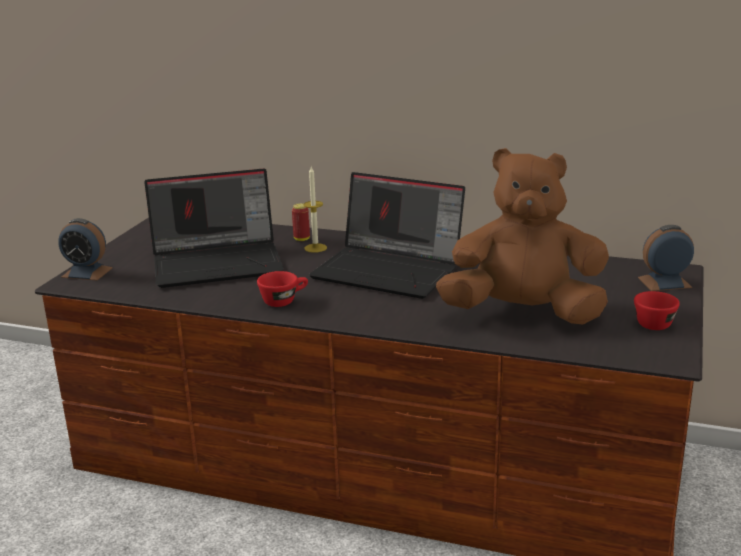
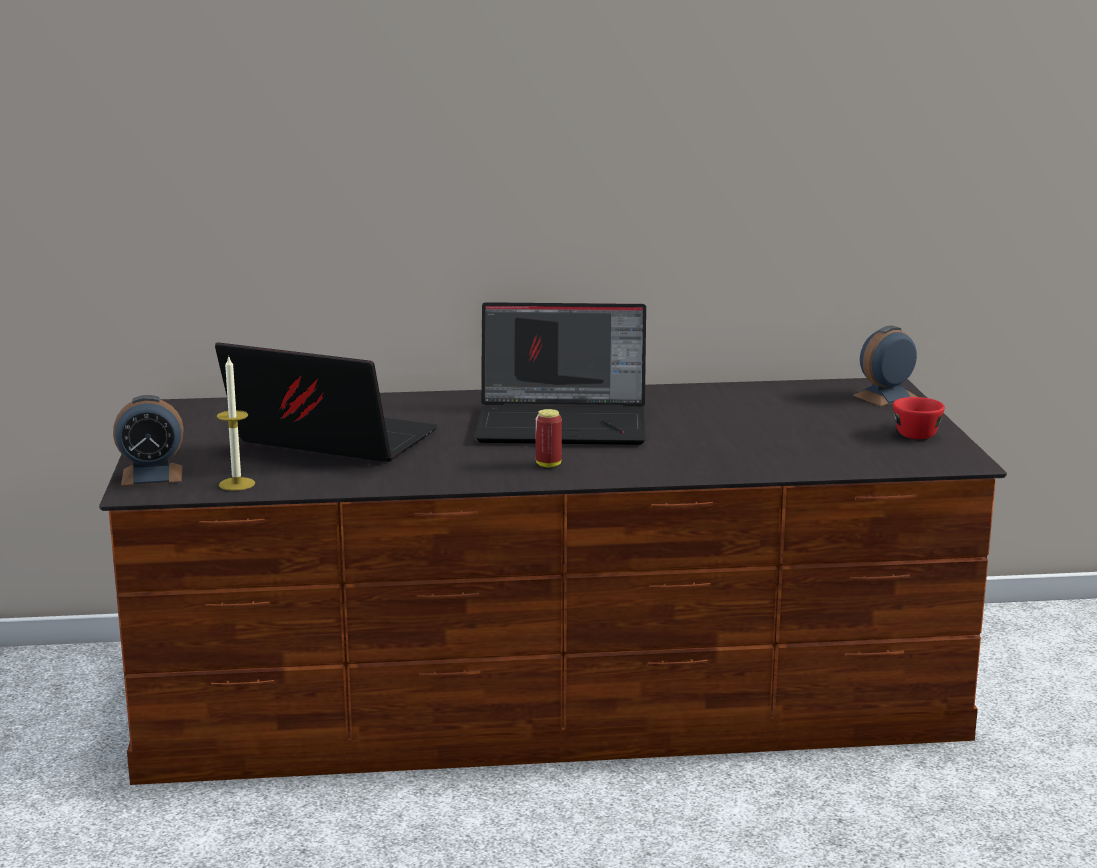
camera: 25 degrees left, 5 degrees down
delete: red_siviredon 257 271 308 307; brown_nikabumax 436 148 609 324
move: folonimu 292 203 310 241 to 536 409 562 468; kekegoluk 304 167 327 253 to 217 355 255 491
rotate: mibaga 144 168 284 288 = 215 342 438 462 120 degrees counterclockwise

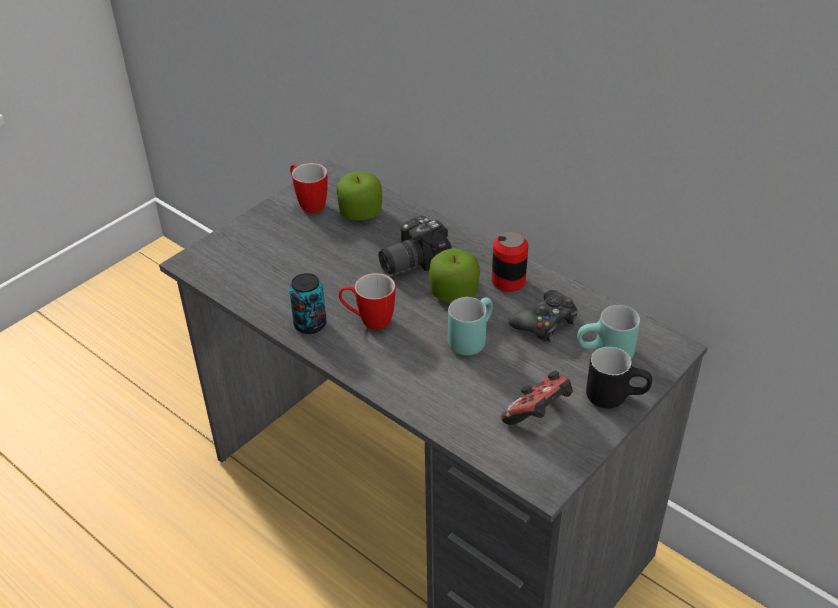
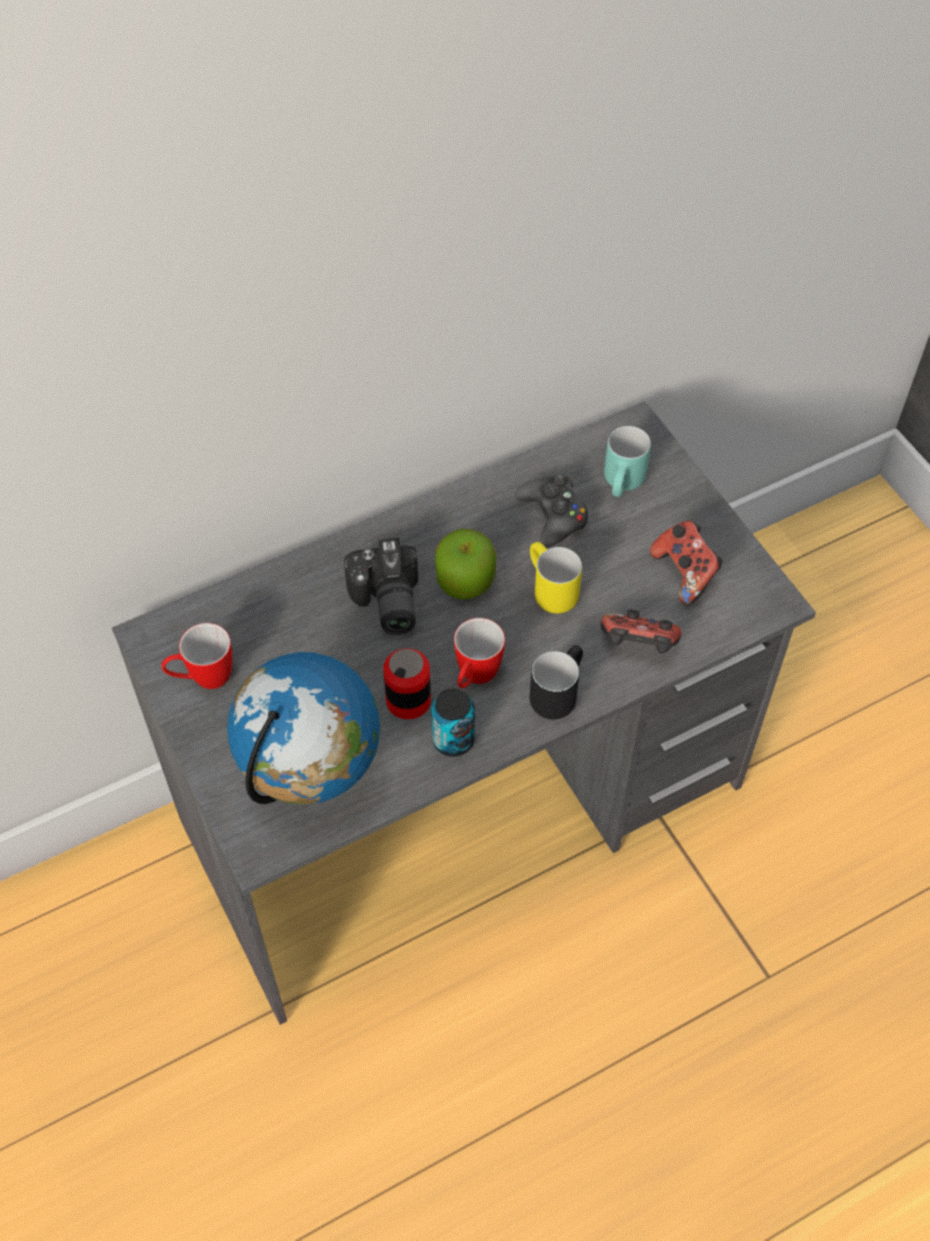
camera: 70 degrees left, 15 degrees up
delete: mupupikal 337 172 382 220
insert: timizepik 227 652 380 804; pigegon 601 609 682 654
move: folonimu 492 231 528 292 to 383 649 431 719; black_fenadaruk 586 347 652 409 to 530 645 583 719
recolor: turquoise_fenadaruk 448 297 493 355 to yellow_fenadaruk 530 542 582 614

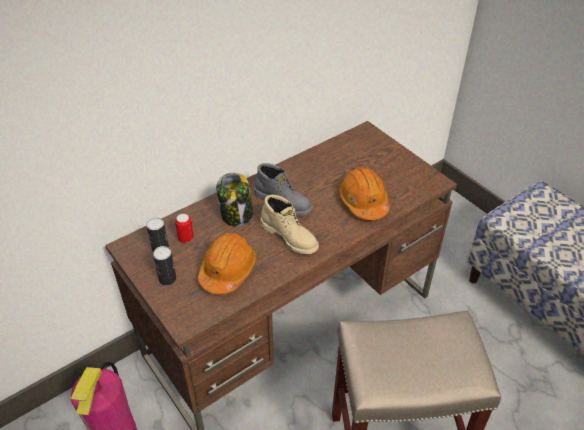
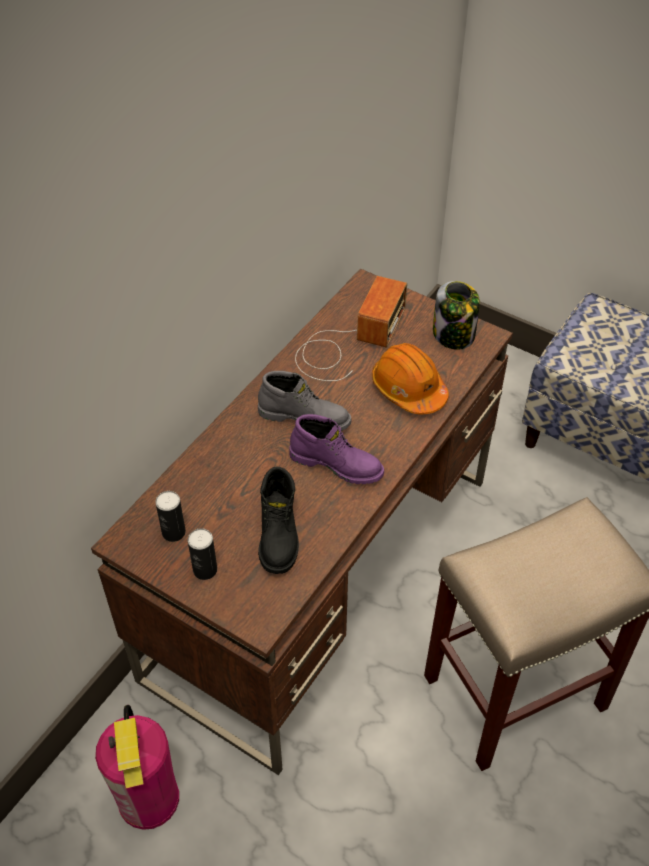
camera: 20 degrees left, 5 degrees up
delete: folonimu 175 214 194 243
insert: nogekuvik 295 276 407 381
move: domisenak 216 173 253 227 to 433 281 480 350
replace: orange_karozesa 198 233 257 294 to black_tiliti 258 467 299 574
recolor: beige_tiliti 261 195 319 254 to purple_tiliti 289 414 384 484

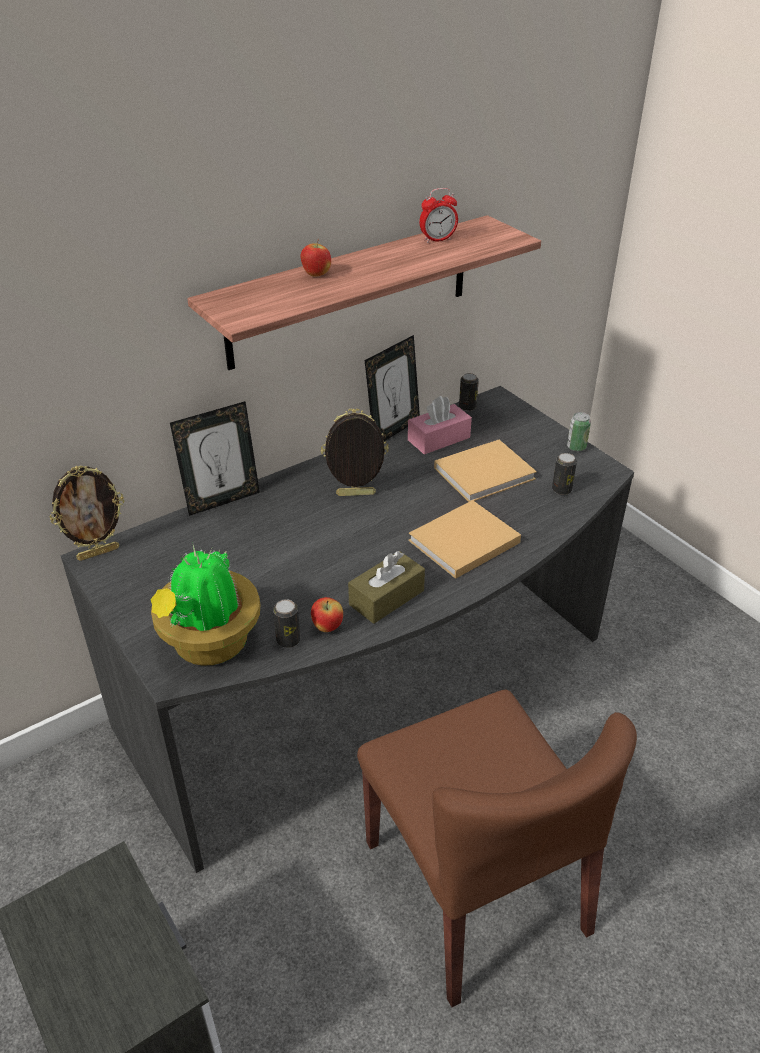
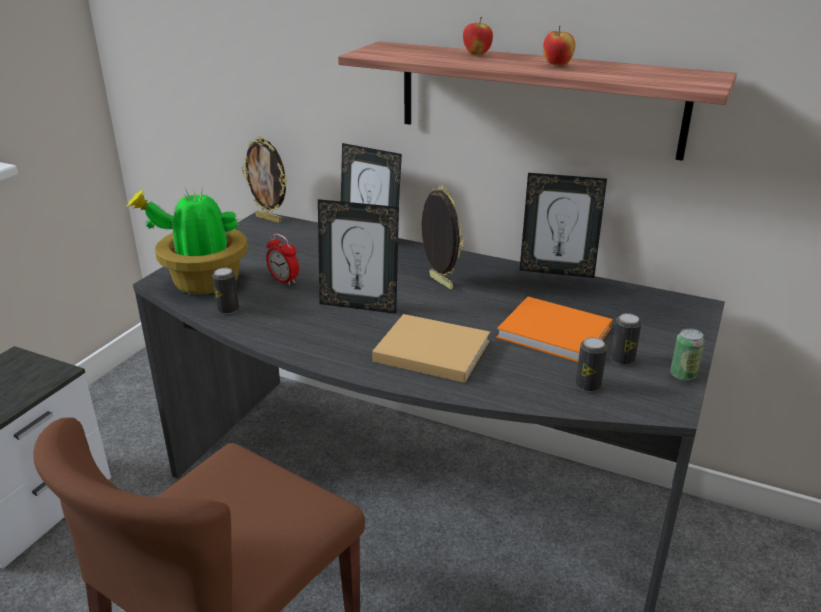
camera: 60 degrees right, 10 degrees down
delete: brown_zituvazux 348 551 425 624; pink_zituvazux 408 396 472 454
insert: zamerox 318 199 399 314
move: mupupikal 311 597 343 632 to 543 26 575 66; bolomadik 419 188 458 243 to 266 234 299 286; folonimu 459 373 479 411 to 611 313 642 365
recolor: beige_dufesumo 434 440 537 502 to orange_dufesumo 496 297 613 362

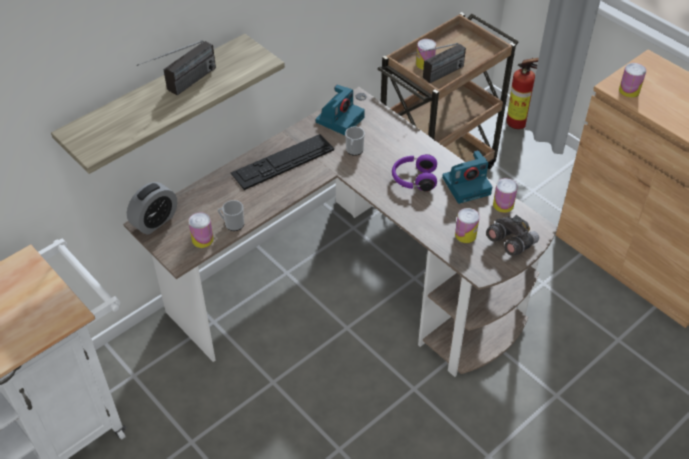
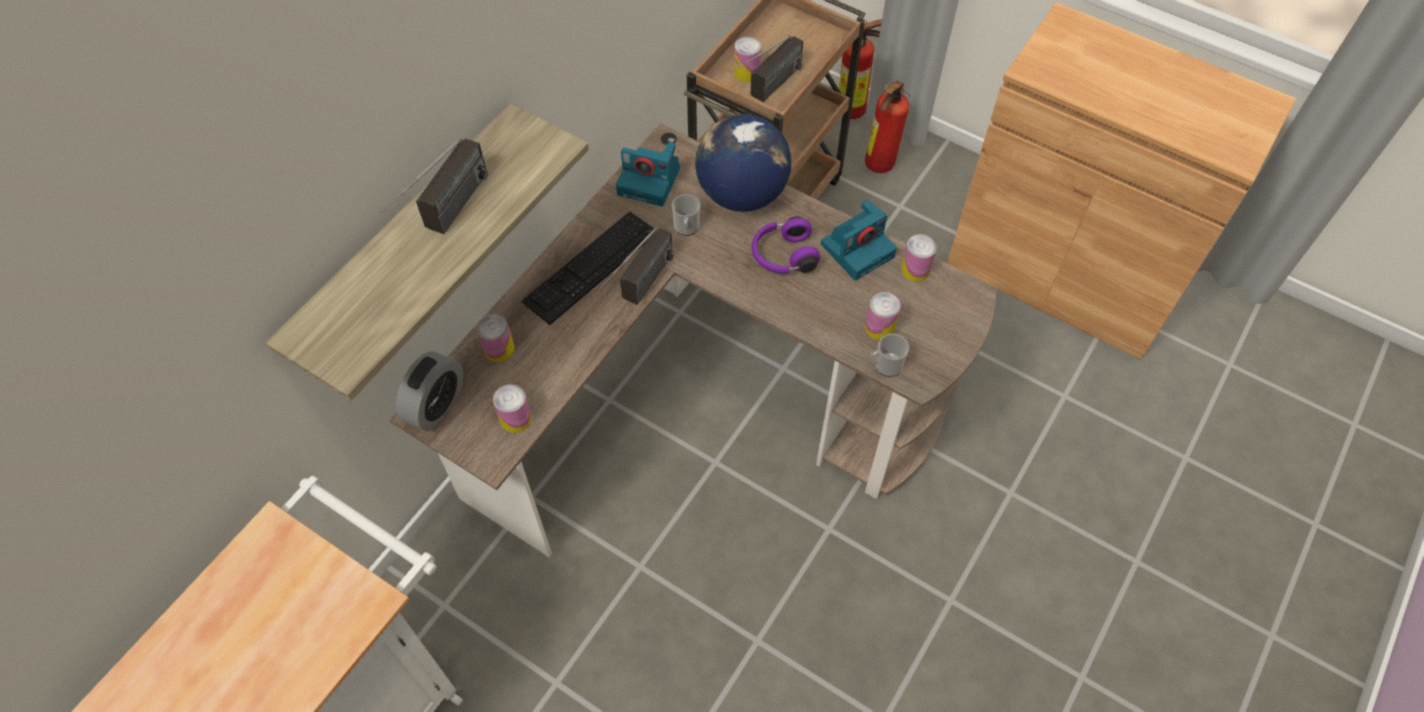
camera: 15 degrees left, 10 degrees up
delete: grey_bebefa 486 215 539 256
insert: nogekuvik 597 227 674 305; timizepik 695 114 791 212; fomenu 865 81 910 173
move: fenadaruk 218 200 244 231 to 871 334 909 377; folonimu 619 63 646 98 to 477 314 515 362
rotate: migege 316 85 365 135 = 616 142 680 206 90 degrees clockwise

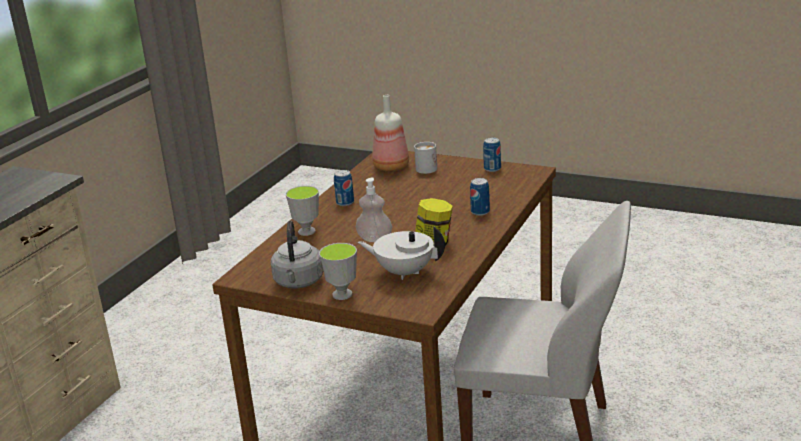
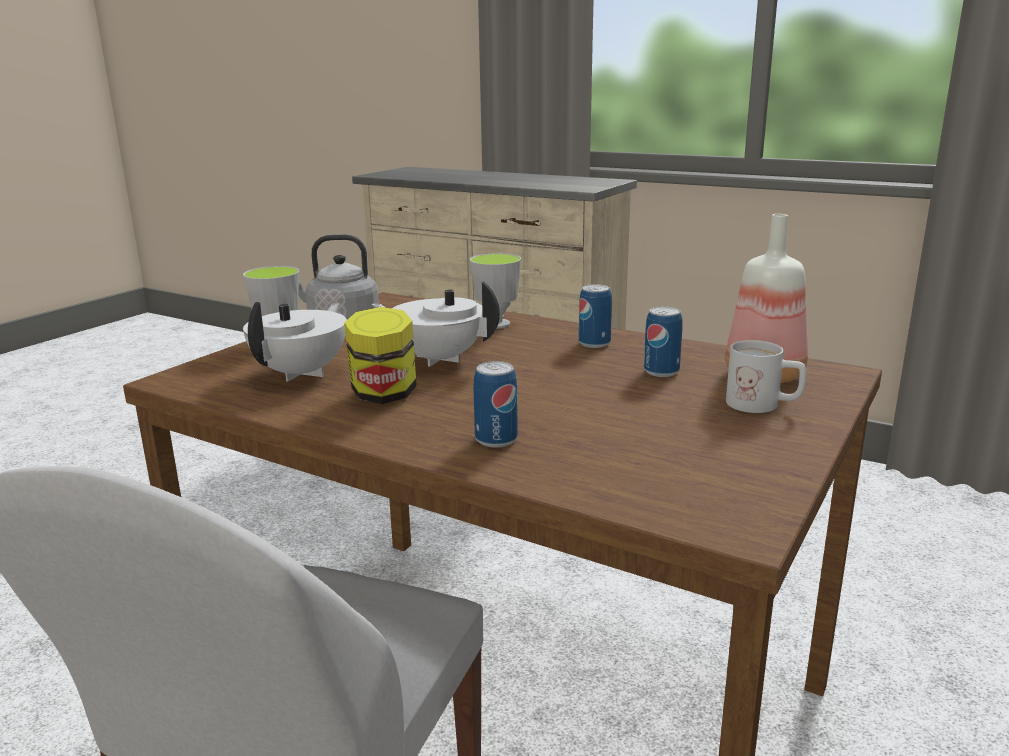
camera: 95 degrees right, 5 degrees down
move: folonimu 483 138 501 172 to 644 306 683 377
replace: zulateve 356 178 392 242 to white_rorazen 372 281 500 367

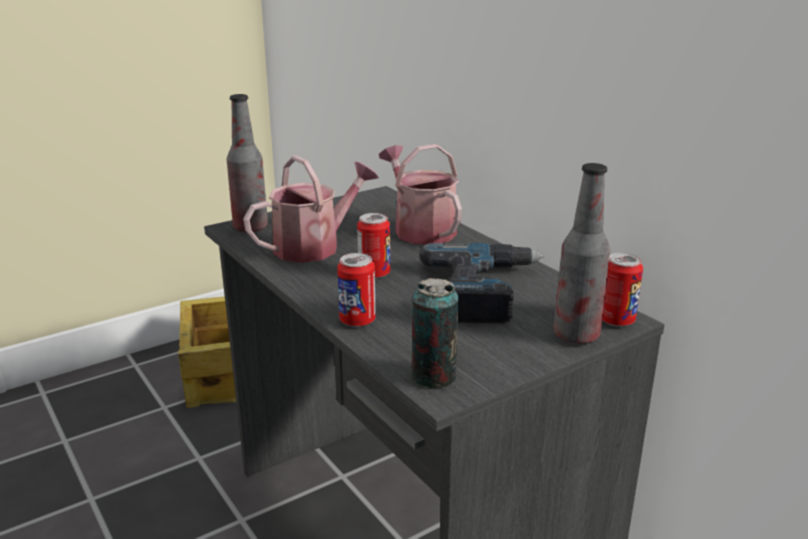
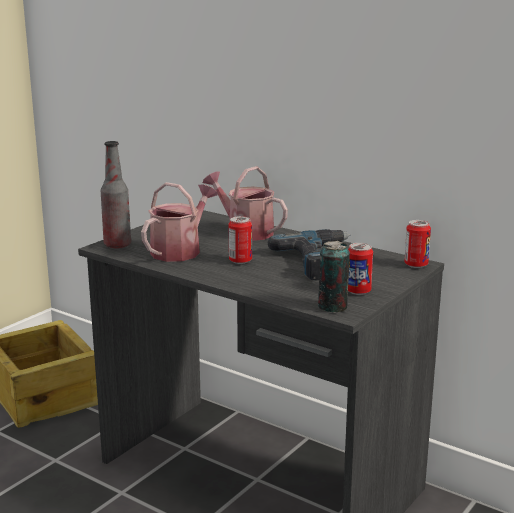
camera: 20 degrees left, 5 degrees down
delete: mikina 554 163 610 344
move: folonimu 337 253 376 327 to 348 243 373 295

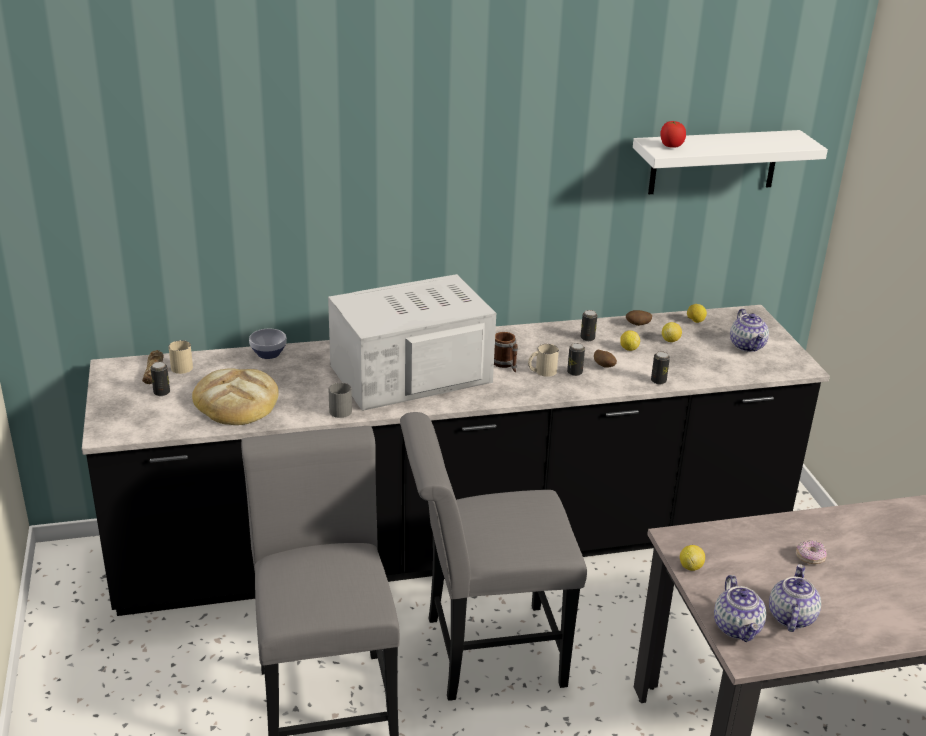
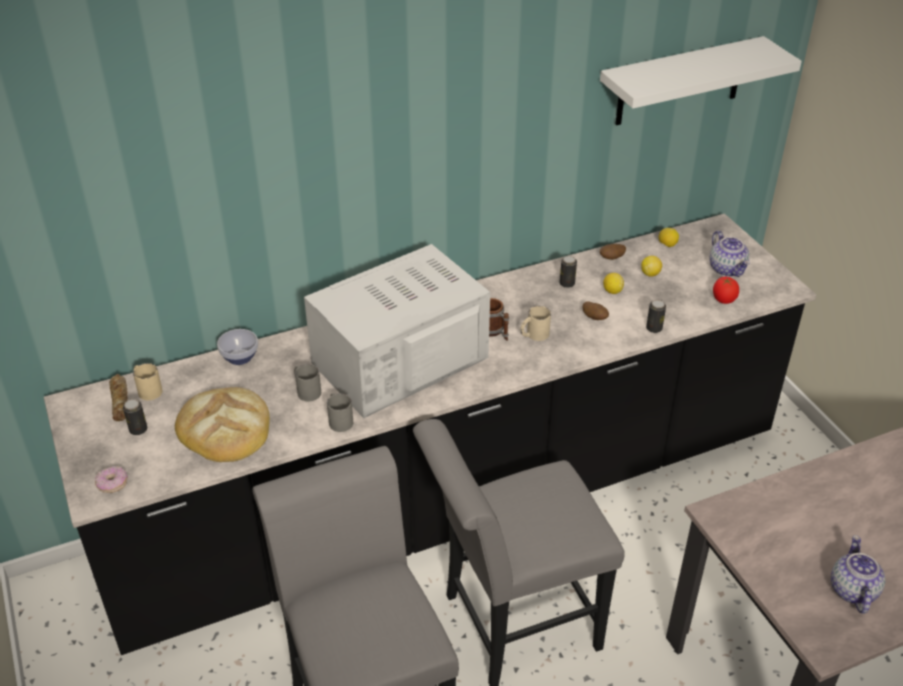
camera: 10 degrees left, 10 degrees up
delete: folonimu 567 343 585 376; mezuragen 680 545 705 571; rorazen 714 575 766 642
insert: grey_fenadaruk 294 364 321 402
move: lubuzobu 660 121 686 148 to 713 277 739 304; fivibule 796 540 827 564 to 95 466 128 493

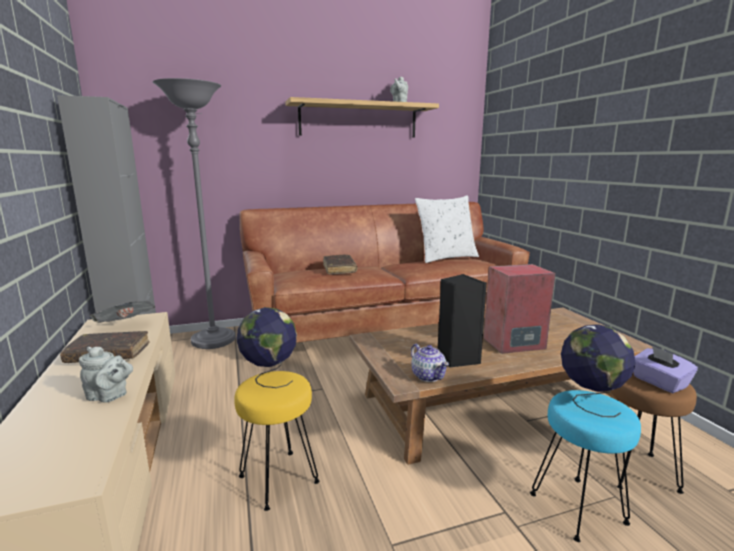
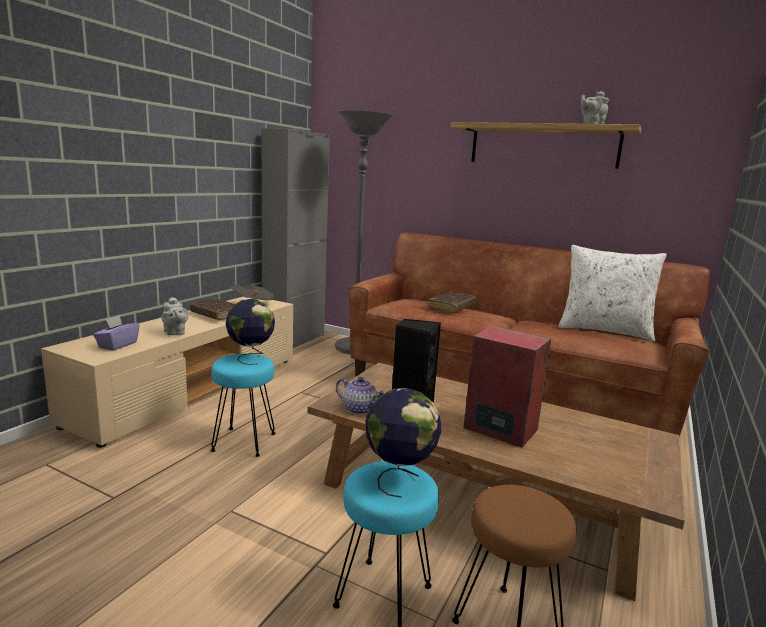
camera: 45 degrees right, 0 degrees up
move: purple_zituvazux 633 345 698 393 to 93 315 140 351
recolor: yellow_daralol 234 371 320 511 to turquoise_daralol 210 354 275 457
rotate: rorazen 411 344 449 382 = 336 377 386 415 75 degrees counterclockwise

